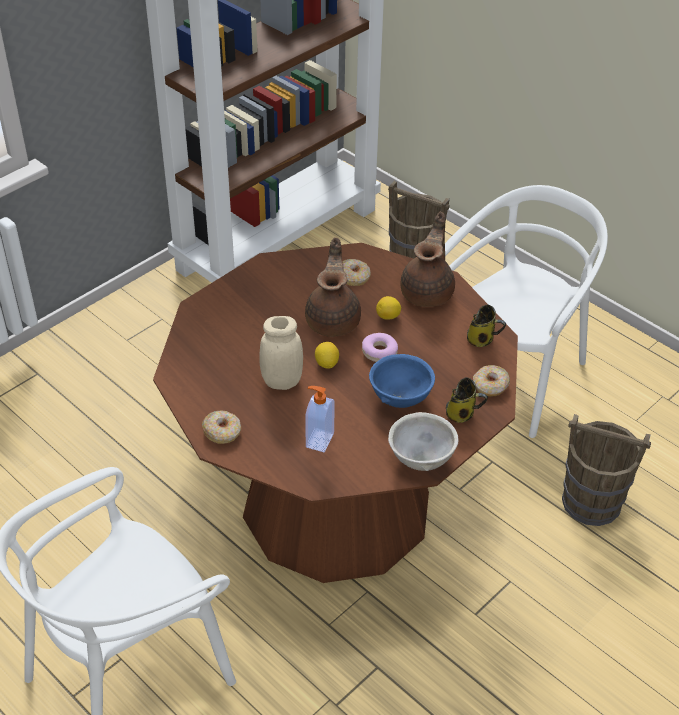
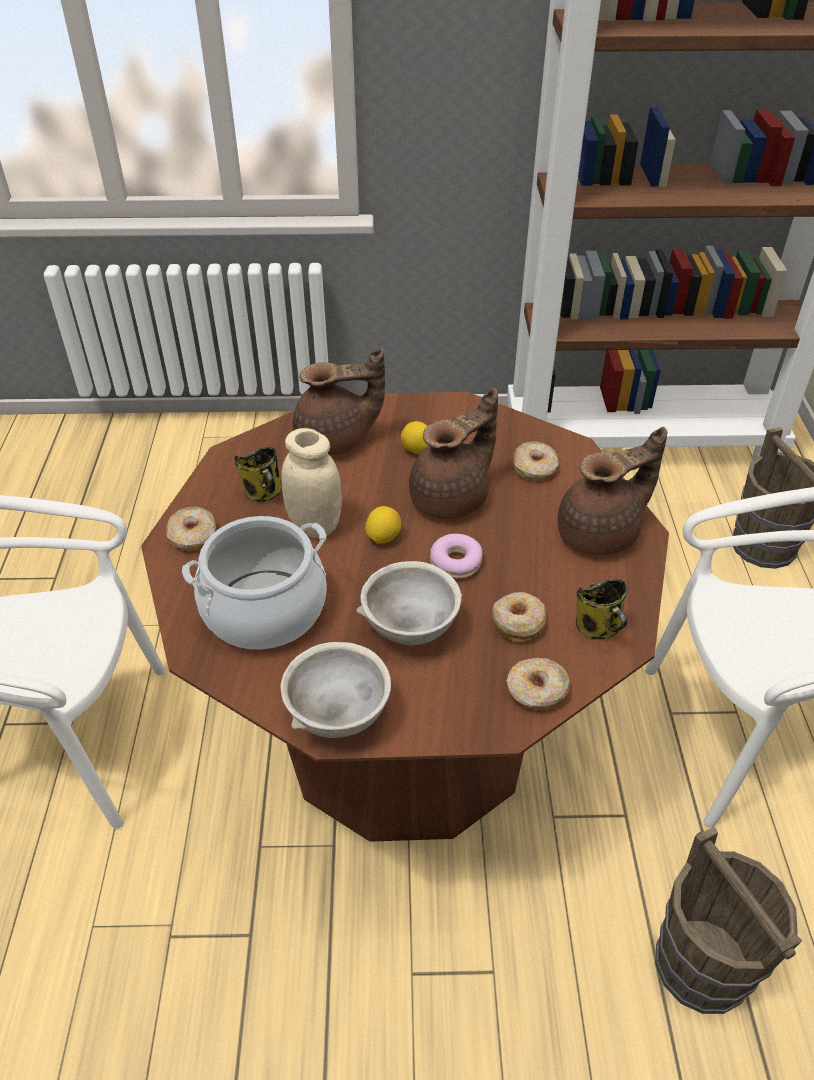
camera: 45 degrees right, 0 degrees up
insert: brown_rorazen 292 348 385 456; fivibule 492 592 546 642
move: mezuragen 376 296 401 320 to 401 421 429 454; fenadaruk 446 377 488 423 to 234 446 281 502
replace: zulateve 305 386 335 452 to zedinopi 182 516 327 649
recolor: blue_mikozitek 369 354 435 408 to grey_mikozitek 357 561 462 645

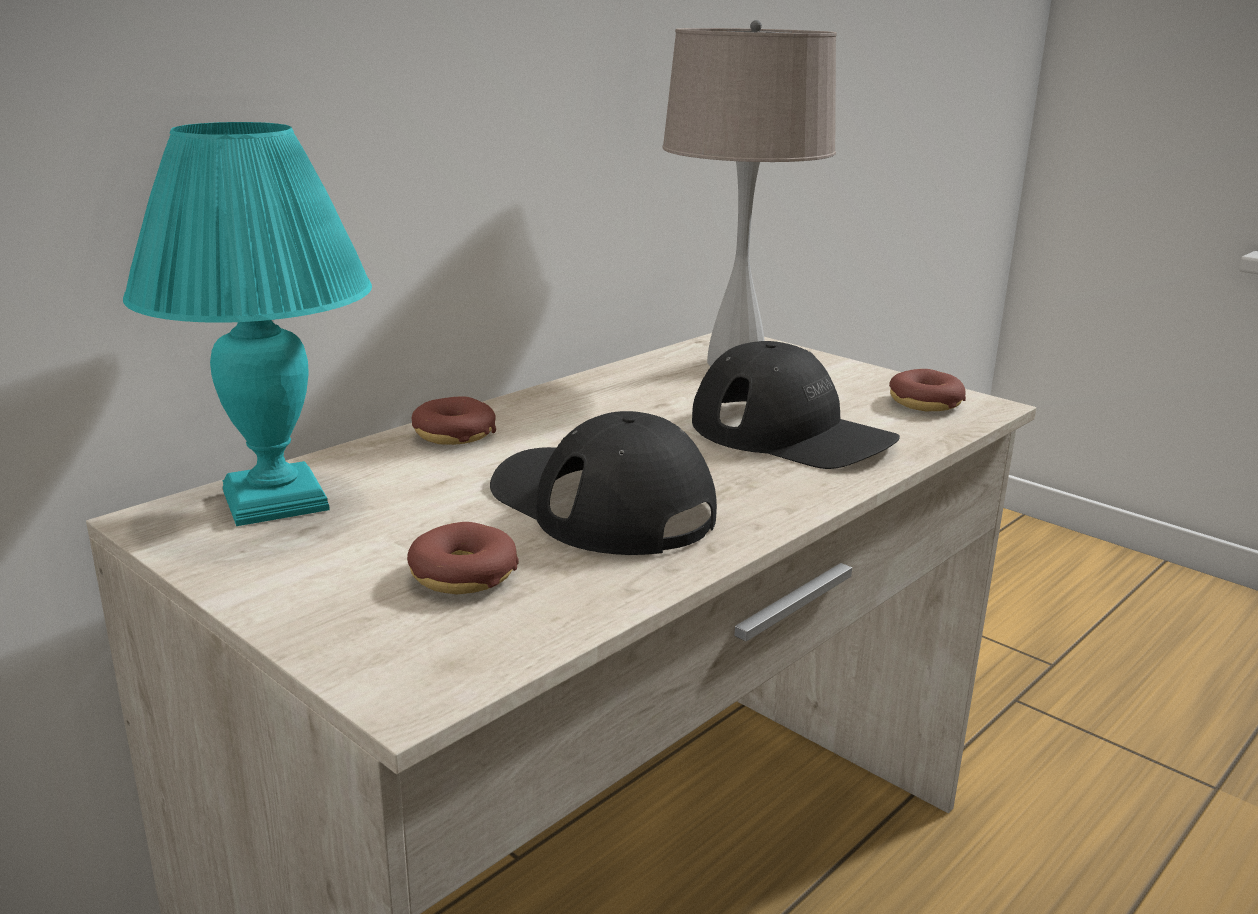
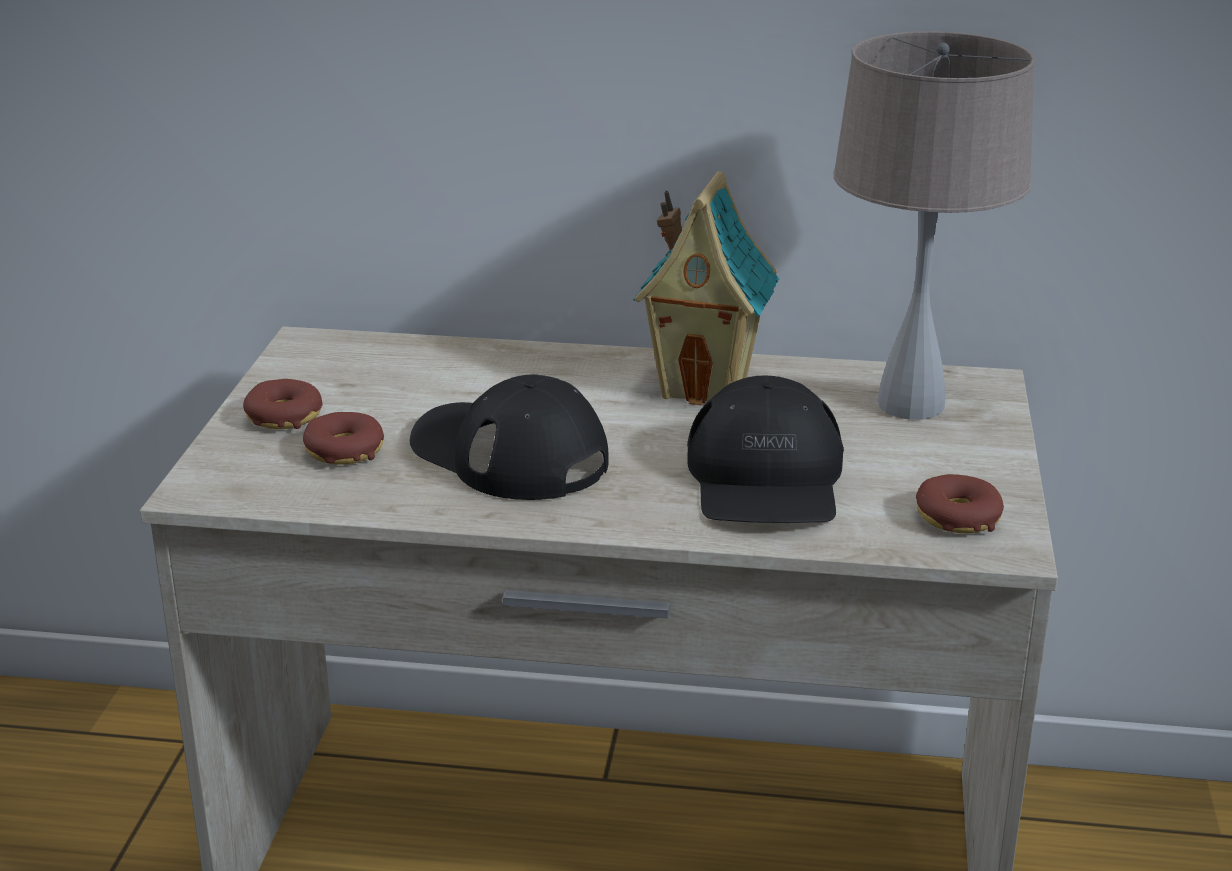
camera: 55 degrees right, 5 degrees up
delete: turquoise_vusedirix 123 122 372 526
insert: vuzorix 633 171 779 405
move: fivibule 412 397 496 445 to 243 379 323 429
rotate: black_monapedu 490 411 717 555 = 410 374 609 500 60 degrees counterclockwise

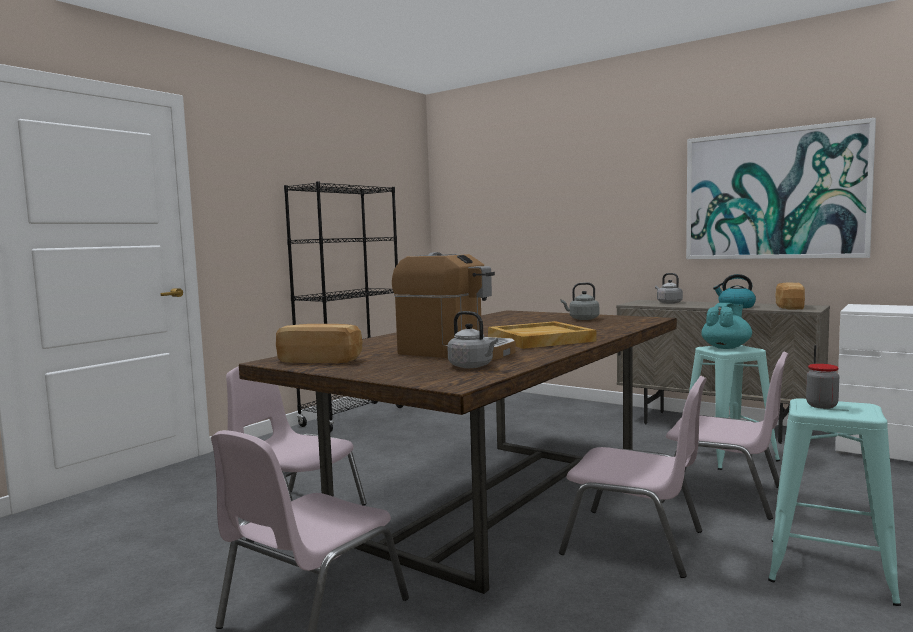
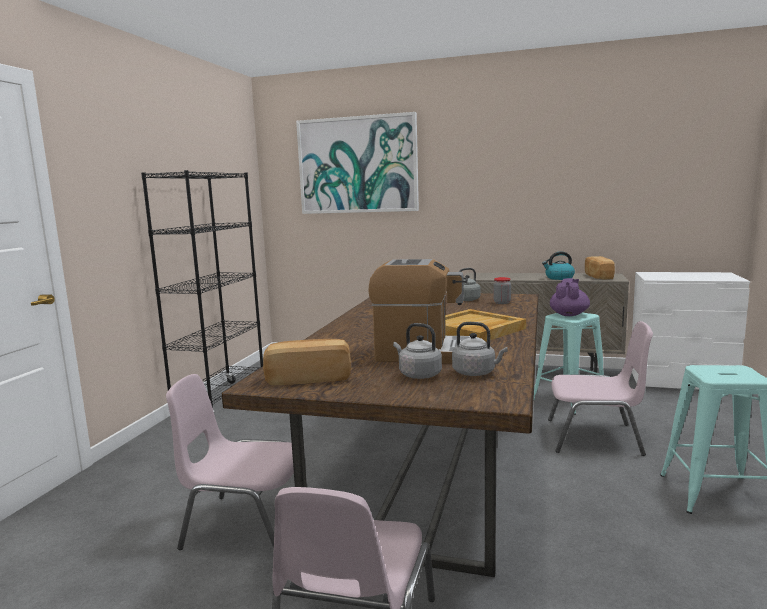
camera: 20 degrees left, 5 degrees up
delete: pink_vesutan 559 376 707 578
move: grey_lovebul 655 273 683 304 to 393 323 442 379; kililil 686 118 876 259 to 296 112 419 214; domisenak 806 364 839 409 to 493 277 511 304
recolor: turquoise_rorazen 701 303 752 349 to purple_rorazen 550 278 590 316

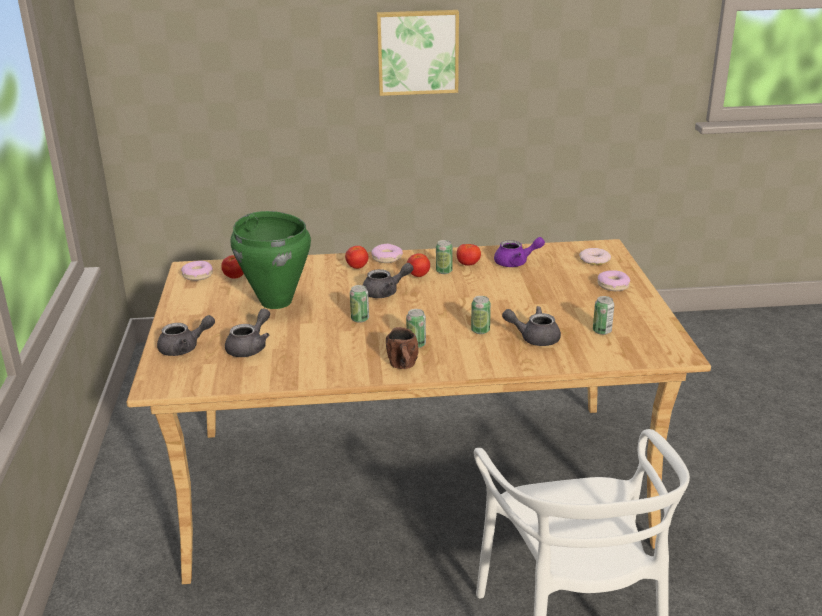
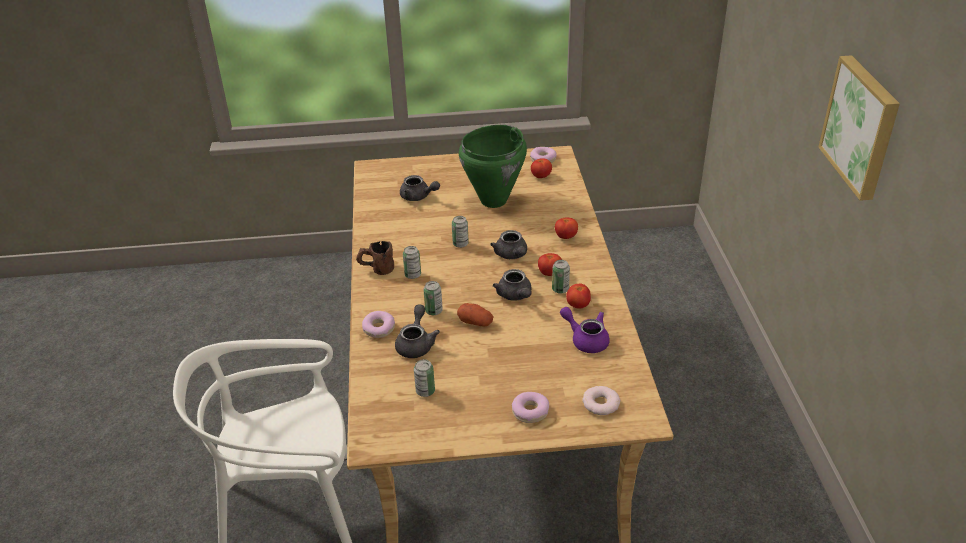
camera: 90 degrees right, 10 degrees up
insert: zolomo 457 303 494 327
move: grey_rorazen 157 315 215 356 to 493 269 532 301; fivibule 371 244 403 263 to 362 311 395 338
rotate: purple_rorazen 494 237 545 267 = 560 307 610 353 135 degrees clockwise

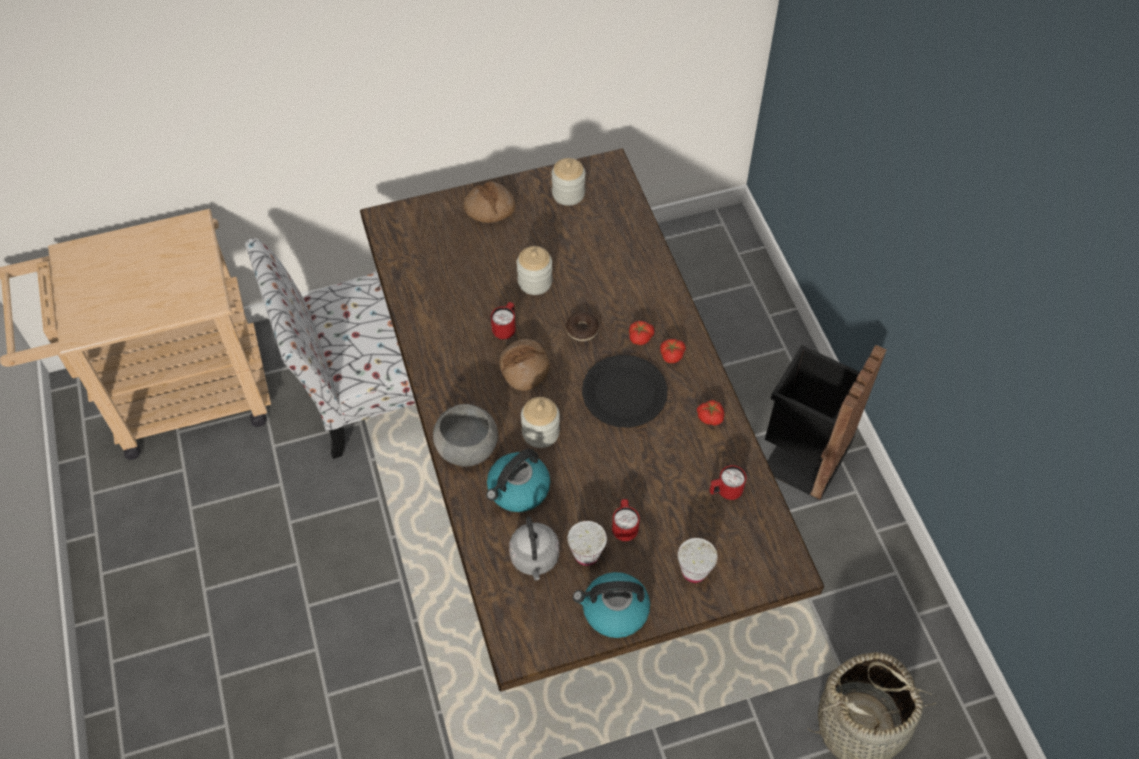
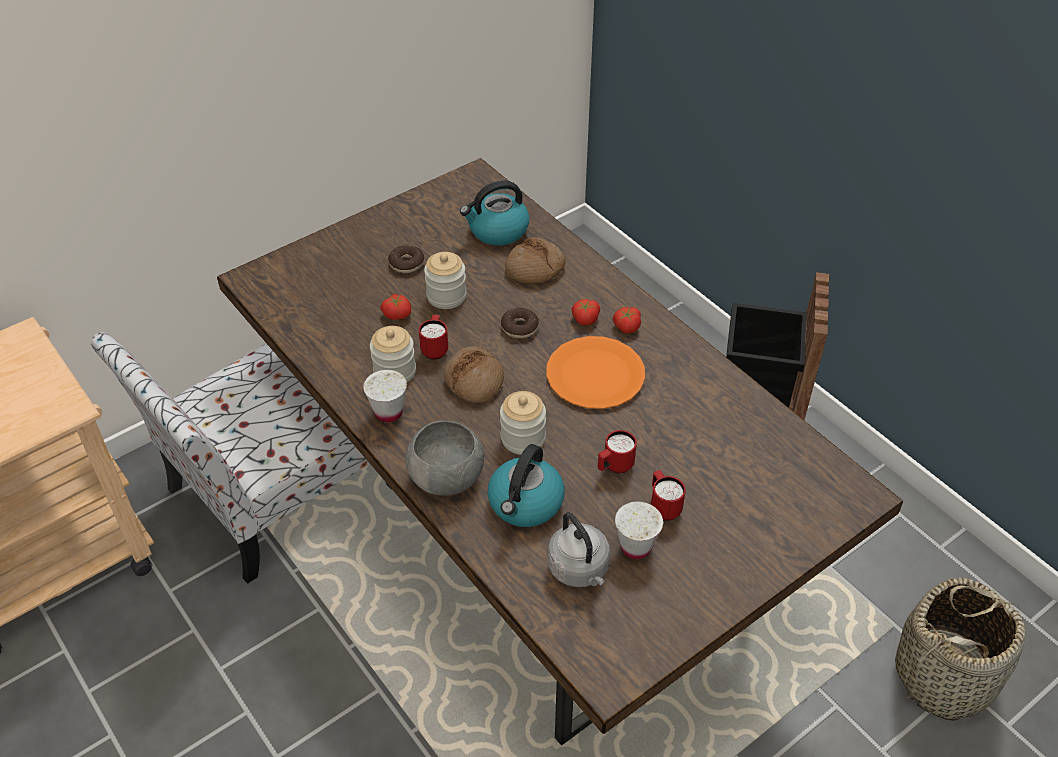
camera: 20 degrees left, 10 degrees down
insert: fivibule 388 245 424 273
move: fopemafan 464 182 516 223 to 505 237 566 283; domisenak 552 158 585 206 to 370 326 416 383; lovebul 573 572 650 638 to 460 181 529 245; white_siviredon 678 538 717 583 to 363 370 407 423; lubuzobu 697 400 724 426 to 380 294 411 320; red_fenadaruk 709 465 746 500 to 598 430 637 473
recolor: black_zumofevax 582 355 668 428 to orange_zumofevax 546 336 645 409

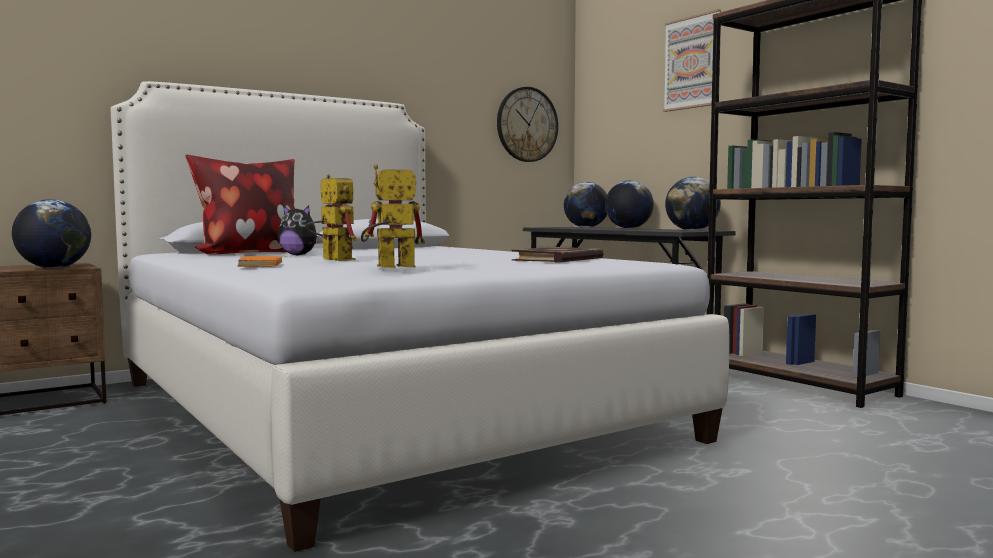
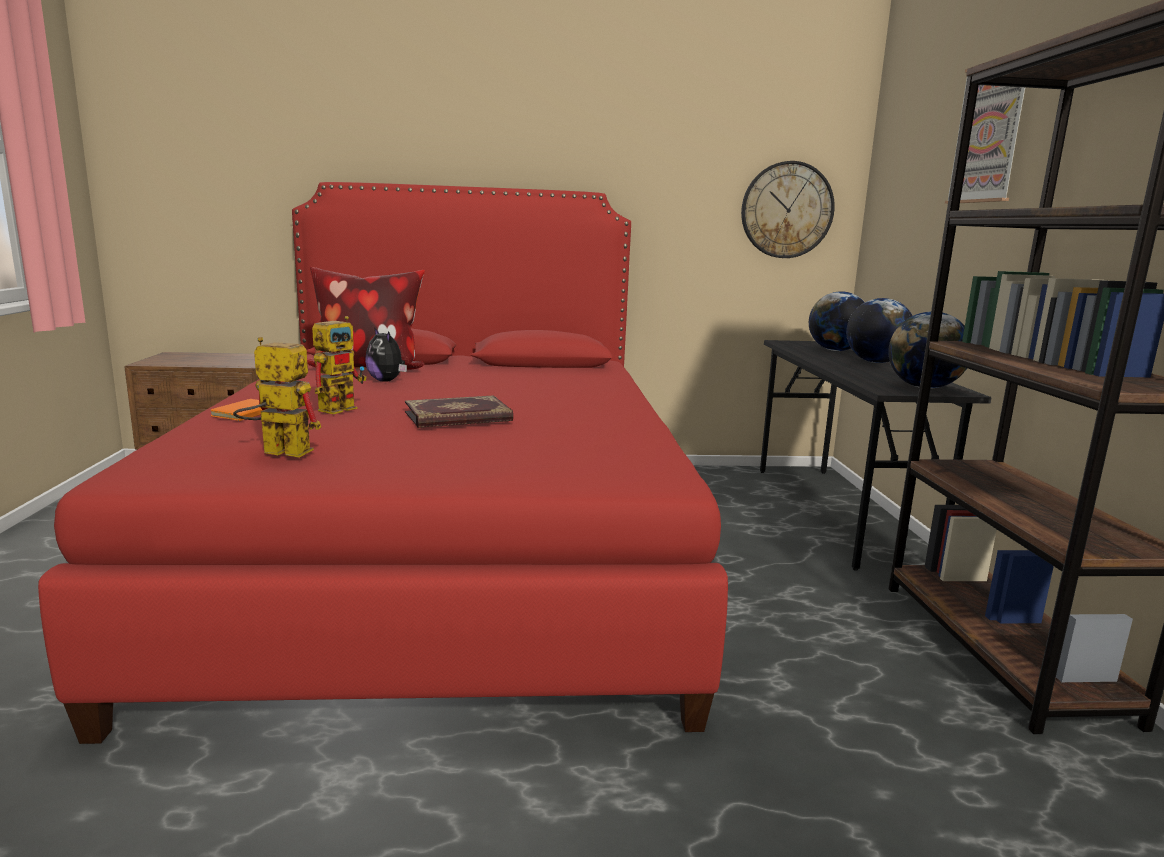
camera: 30 degrees right, 10 degrees up
delete: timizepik 12 199 91 268
move: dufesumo 511 247 604 263 to 405 395 513 428
recolor: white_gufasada 111 81 729 552 to red_gufasada 38 182 728 744
rotate: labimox 305 174 357 261 = 312 316 367 414 45 degrees clockwise

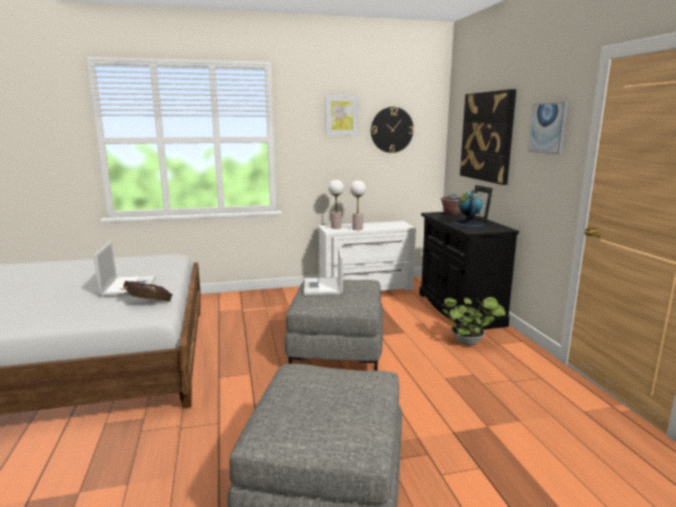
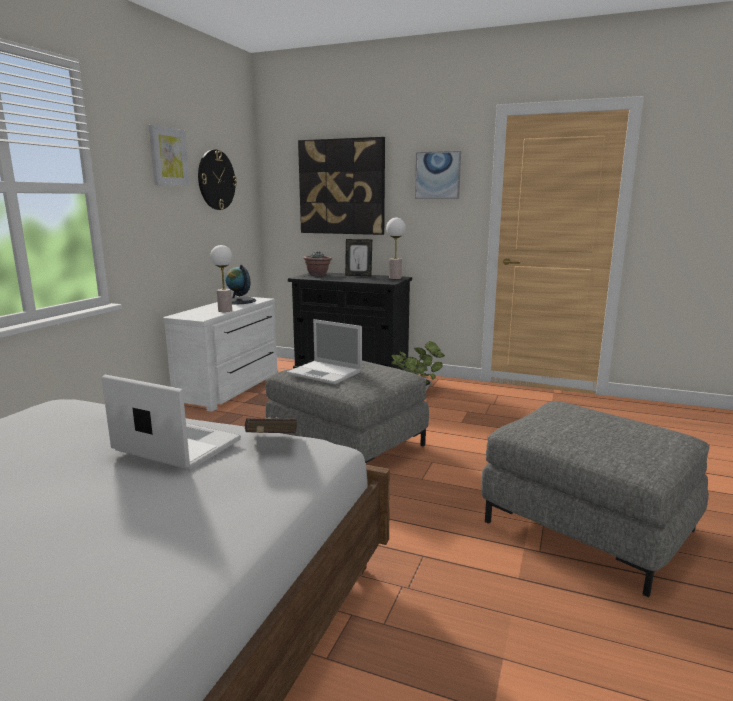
camera: 55 degrees left, 0 degrees up
move: vusedirix 328 180 344 229 to 386 218 406 279; timizepik 453 190 485 228 to 225 265 256 304

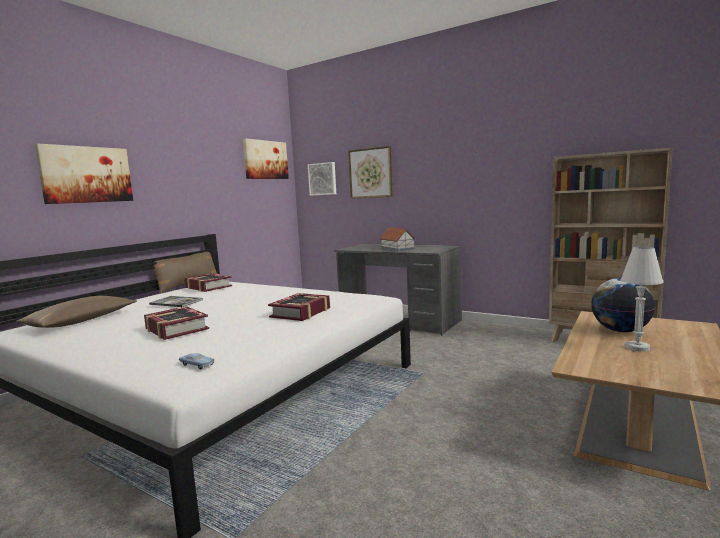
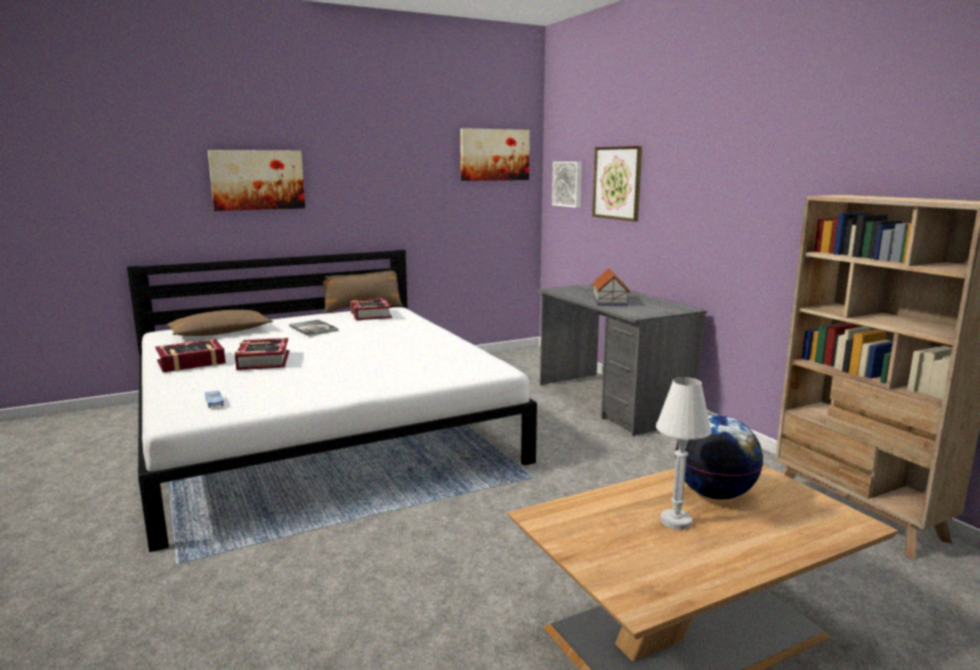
camera: 30 degrees right, 5 degrees up
move: dufesumo 268 293 330 321 to 155 339 226 372

